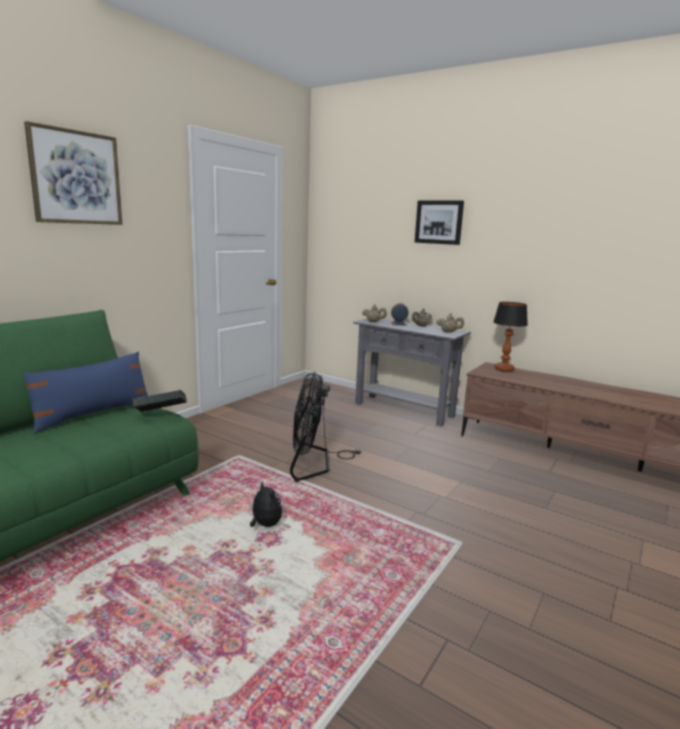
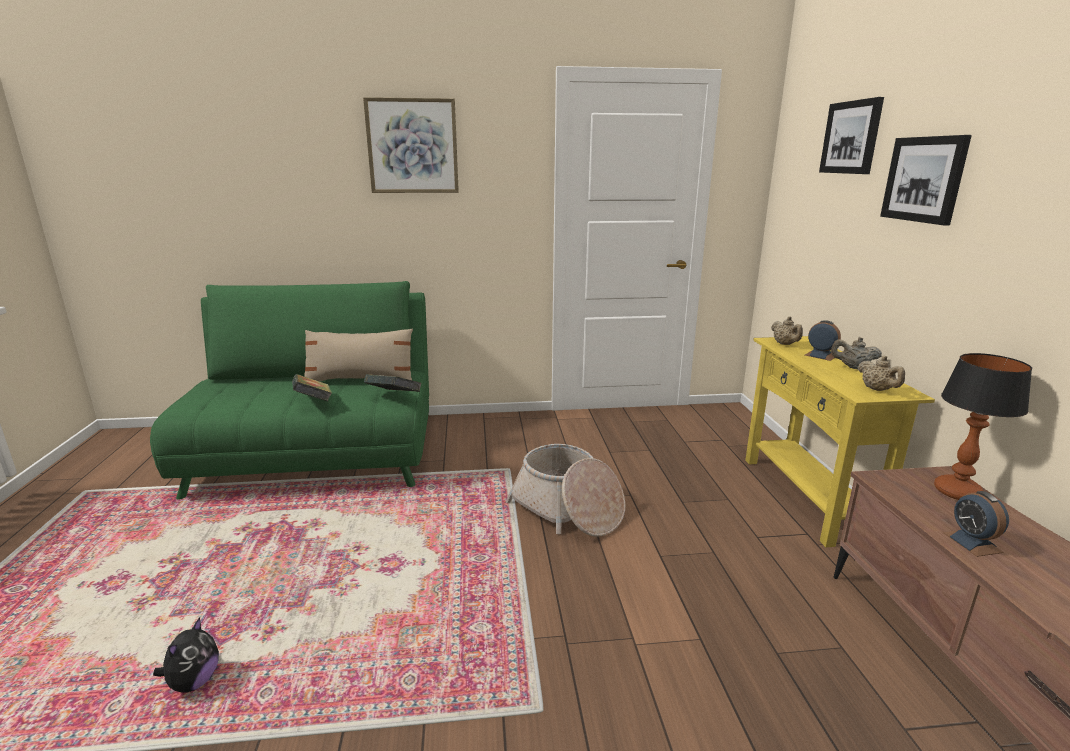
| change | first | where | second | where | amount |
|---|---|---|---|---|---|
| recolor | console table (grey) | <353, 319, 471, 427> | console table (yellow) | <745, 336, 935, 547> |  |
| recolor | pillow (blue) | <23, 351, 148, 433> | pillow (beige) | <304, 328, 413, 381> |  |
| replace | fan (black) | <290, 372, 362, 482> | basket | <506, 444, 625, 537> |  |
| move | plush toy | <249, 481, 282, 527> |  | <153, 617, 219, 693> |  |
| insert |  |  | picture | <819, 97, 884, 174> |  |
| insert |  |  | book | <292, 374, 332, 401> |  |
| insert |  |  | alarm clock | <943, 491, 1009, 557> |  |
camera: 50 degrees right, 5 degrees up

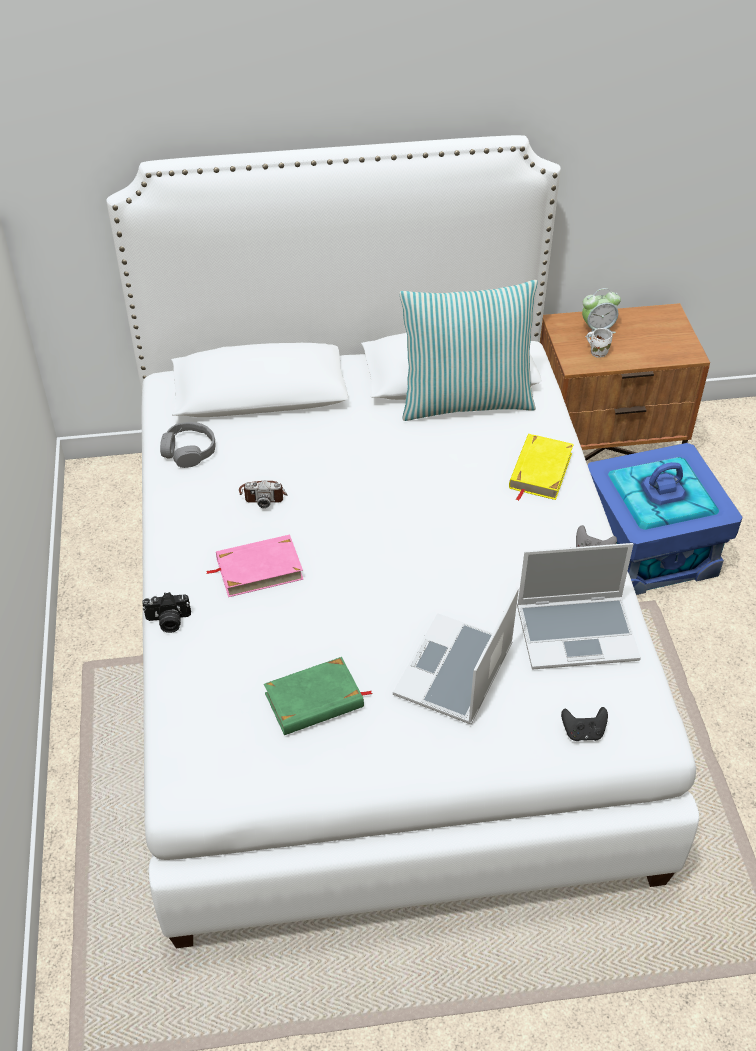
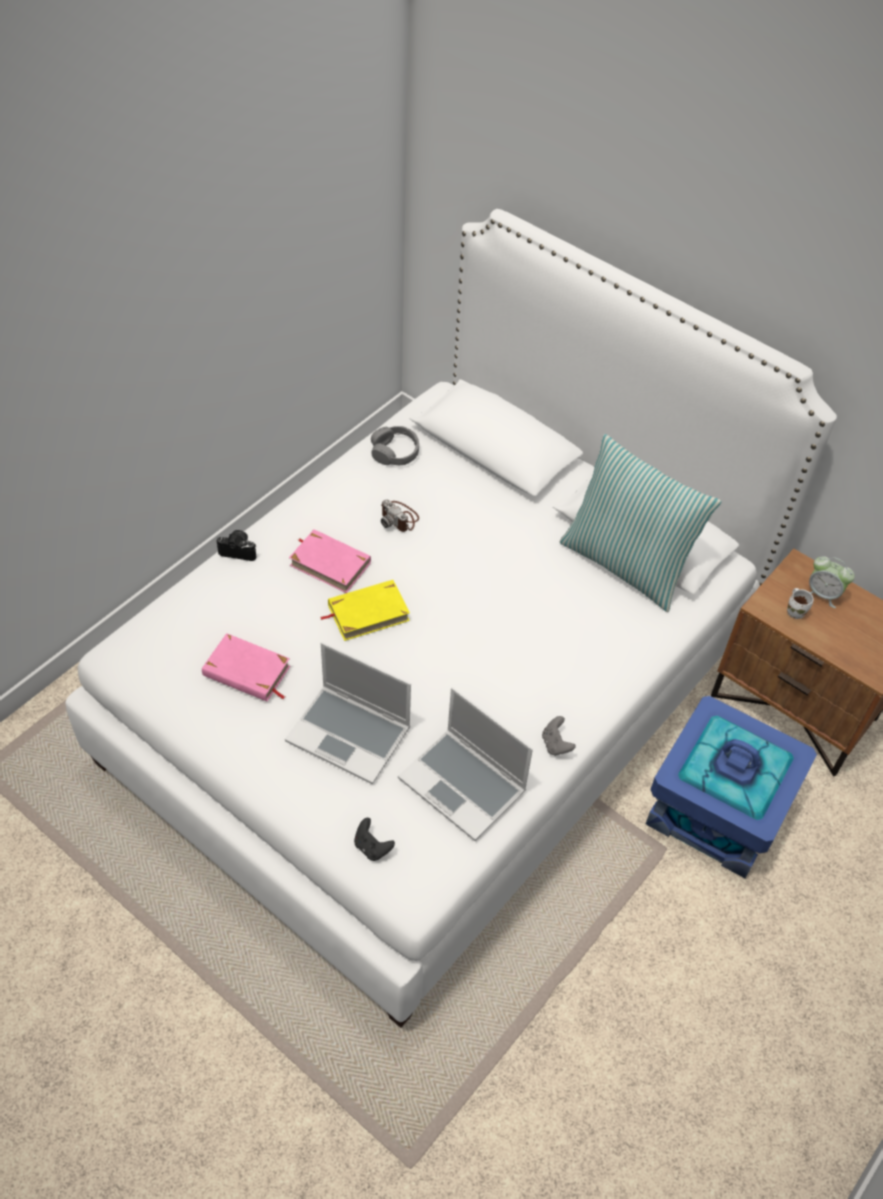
| change | first | where | second | where | amount |
|---|---|---|---|---|---|
| move | book (yellow) | <509, 434, 574, 501> |  | <320, 580, 410, 641> |  |
| rotate | laptop | <393, 587, 519, 725> |  | <285, 642, 411, 784> | 135 degrees counterclockwise |
| rotate | photo camera | <143, 592, 191, 633> |  | <217, 530, 256, 561> | 150 degrees clockwise |
| recolor | book (green) | <264, 657, 373, 735> | book (pink) | <202, 633, 290, 702> |  |
camera: 45 degrees right, 5 degrees up

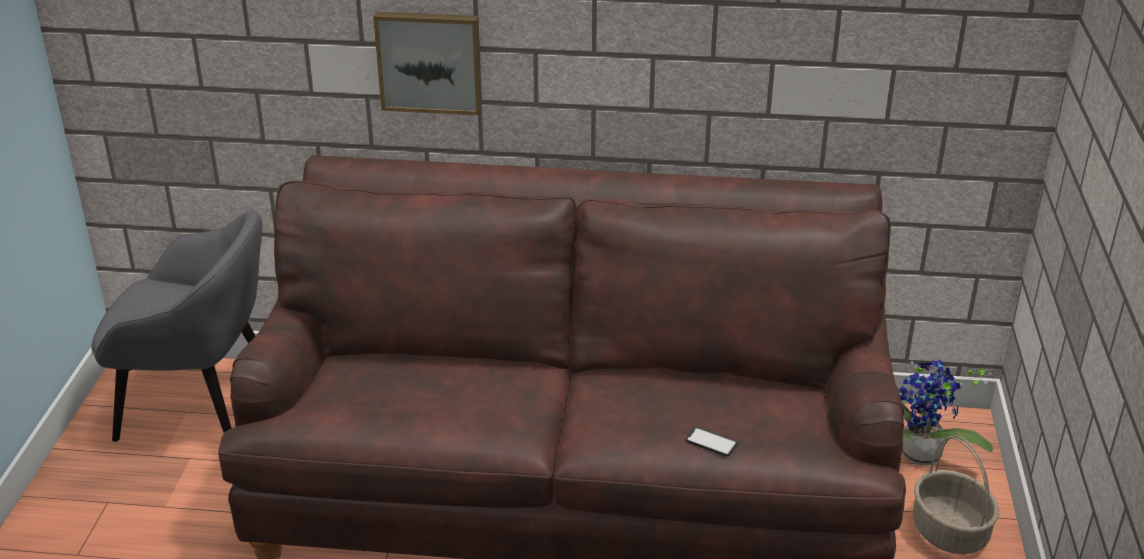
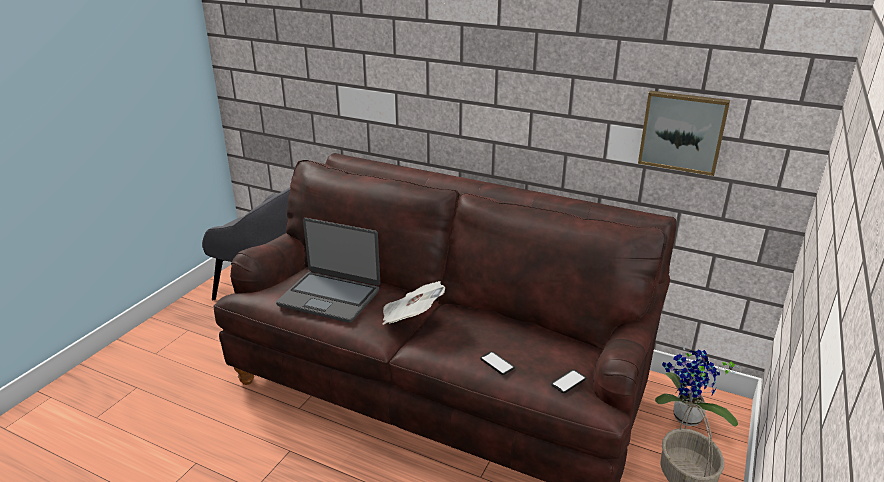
| change | first | where | second | where | amount |
|---|---|---|---|---|---|
| move | picture | <373, 12, 482, 115> |  | <638, 91, 730, 176> |  |
| insert |  |  | laptop | <276, 218, 380, 323> |  |
| insert |  |  | newspaper | <383, 281, 445, 325> |  |
| insert |  |  | phone | <551, 369, 586, 393> |  |
camera: 20 degrees right, 5 degrees down

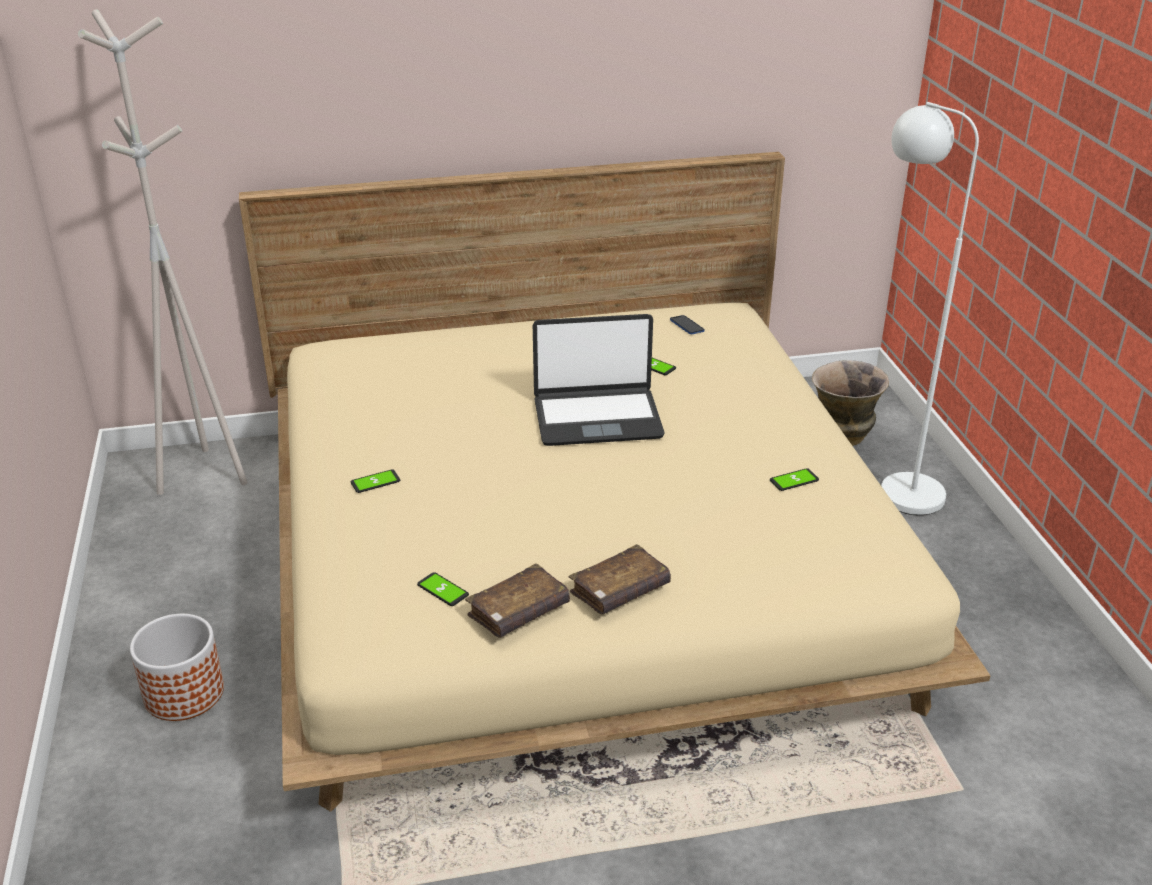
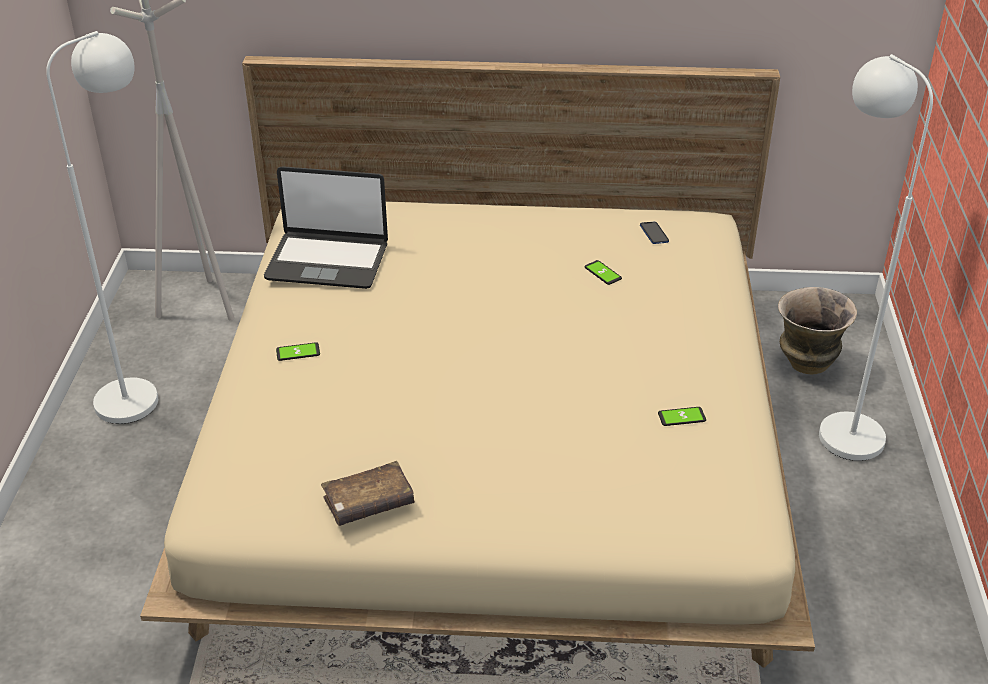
| change | first | where | second | where | amount |
|---|---|---|---|---|---|
| move | laptop | <533, 314, 665, 446> |  | <264, 166, 388, 289> |  |
| delete | book (brown) | <569, 544, 671, 615> |  |  |  |
| delete | phone | <417, 572, 469, 606> |  |  |  |
| delete | planter | <130, 614, 224, 721> |  |  |  |
| insert |  |  | floor lamp (white) | <46, 31, 158, 424> |  |
camera: 15 degrees right, 5 degrees up

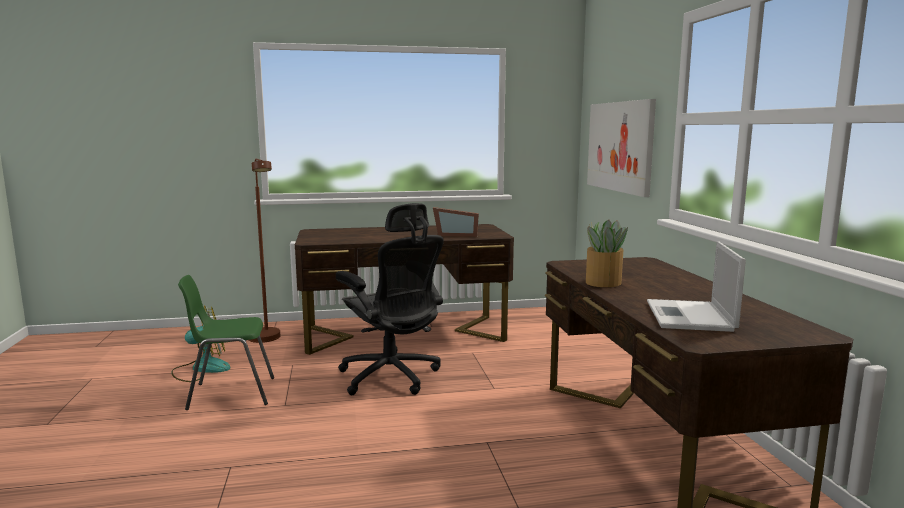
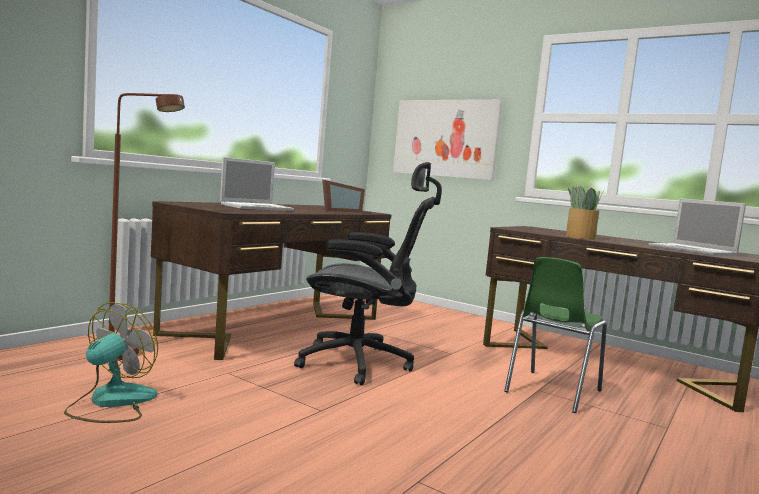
| change | first | where | second | where | amount |
|---|---|---|---|---|---|
| move | chair (green) | <178, 275, 274, 410> |  | <504, 257, 607, 413> |  |
| insert |  |  | laptop | <220, 157, 294, 211> |  |
camera: 45 degrees left, 5 degrees down

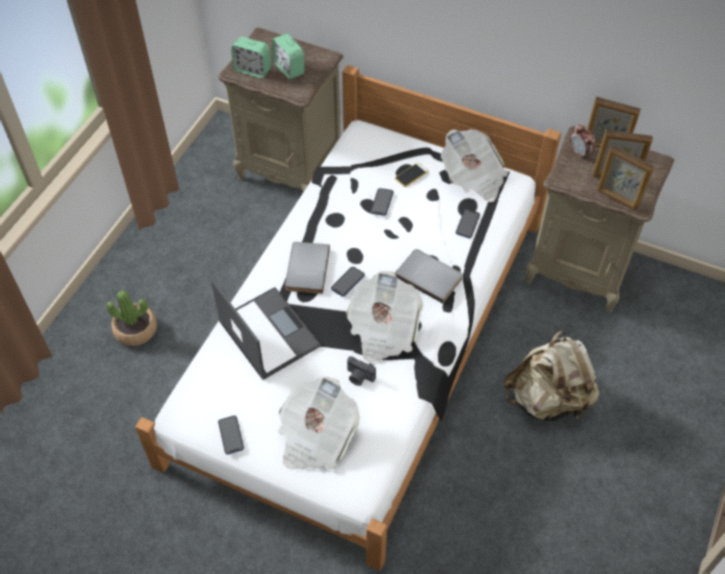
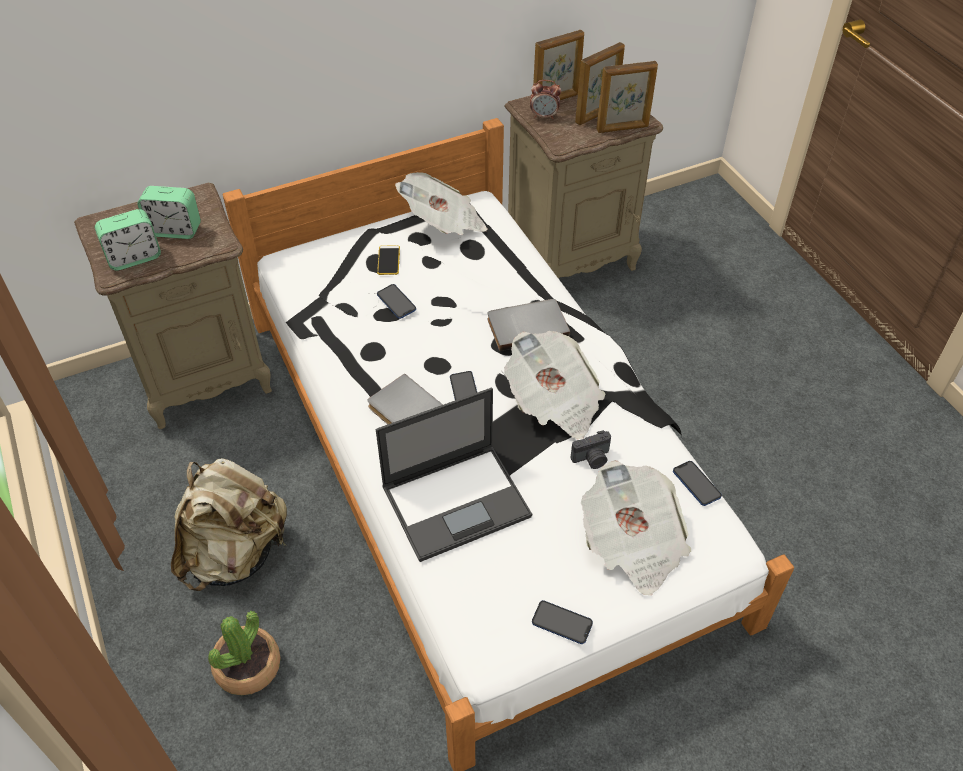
| change | first | where | second | where | amount |
|---|---|---|---|---|---|
| move | phone | <456, 209, 480, 238> |  | <673, 461, 722, 506> |  |
| rotate | laptop | <211, 279, 321, 380> |  | <376, 388, 532, 562> | 150 degrees clockwise |
| move | backpack (beige) | <504, 330, 600, 421> |  | <171, 458, 287, 591> |  |
camera: 50 degrees left, 5 degrees down

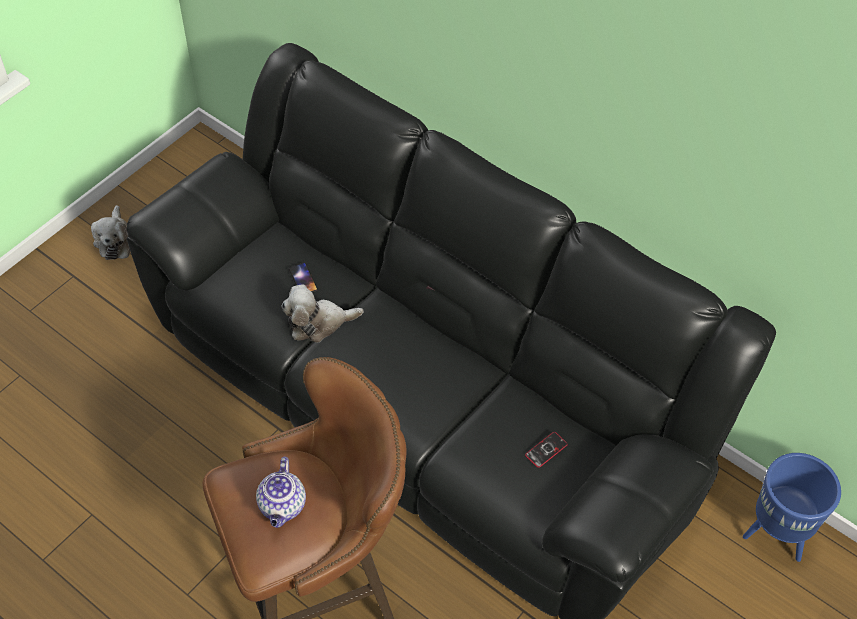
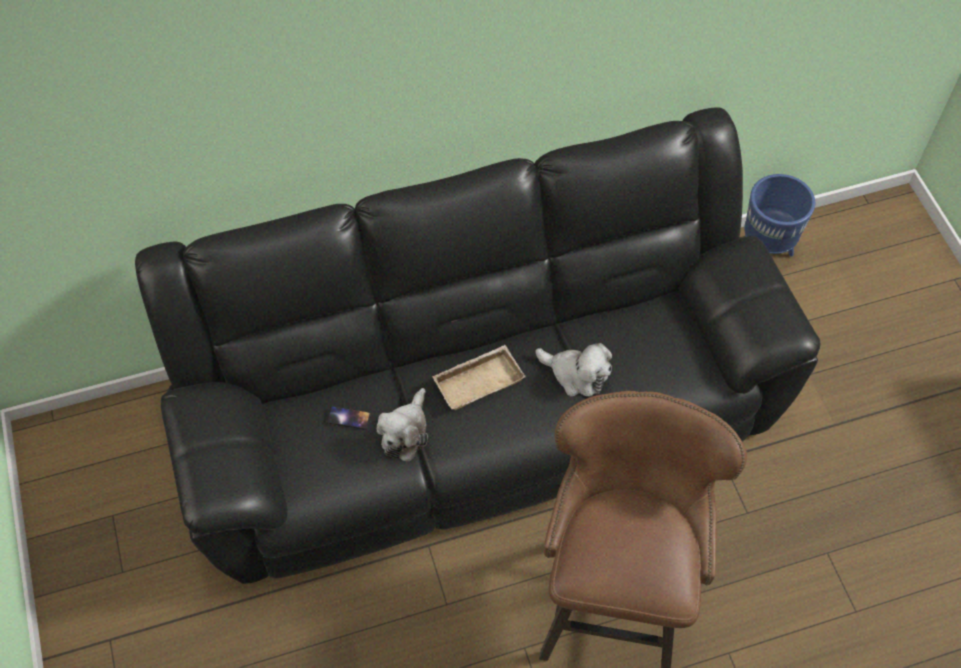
| change | first | where | second | where | amount |
|---|---|---|---|---|---|
| move | plush toy | <91, 205, 130, 260> |  | <535, 343, 612, 397> |  |
| delete | phone | <525, 432, 568, 468> |  |  |  |
| delete | teapot | <256, 457, 306, 528> |  |  |  |
| insert |  |  | tray (beige) | <432, 345, 526, 410> |  |
camera: 55 degrees left, 5 degrees up

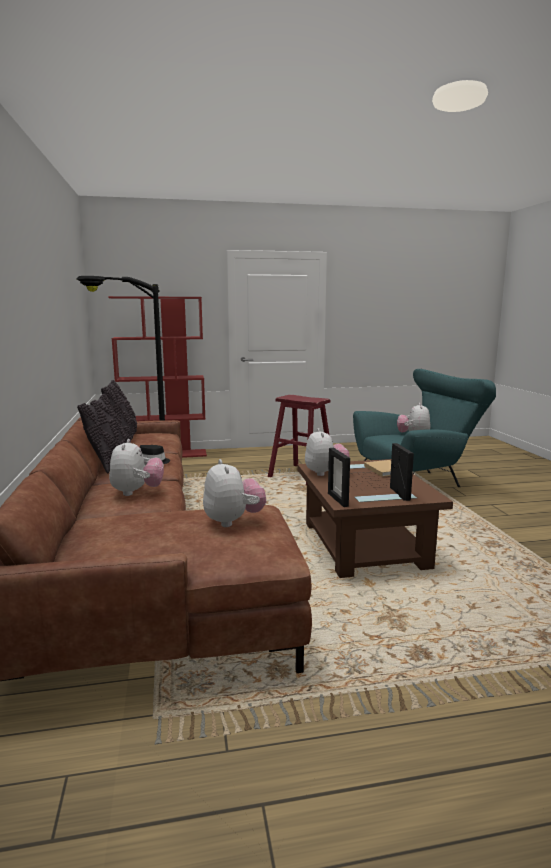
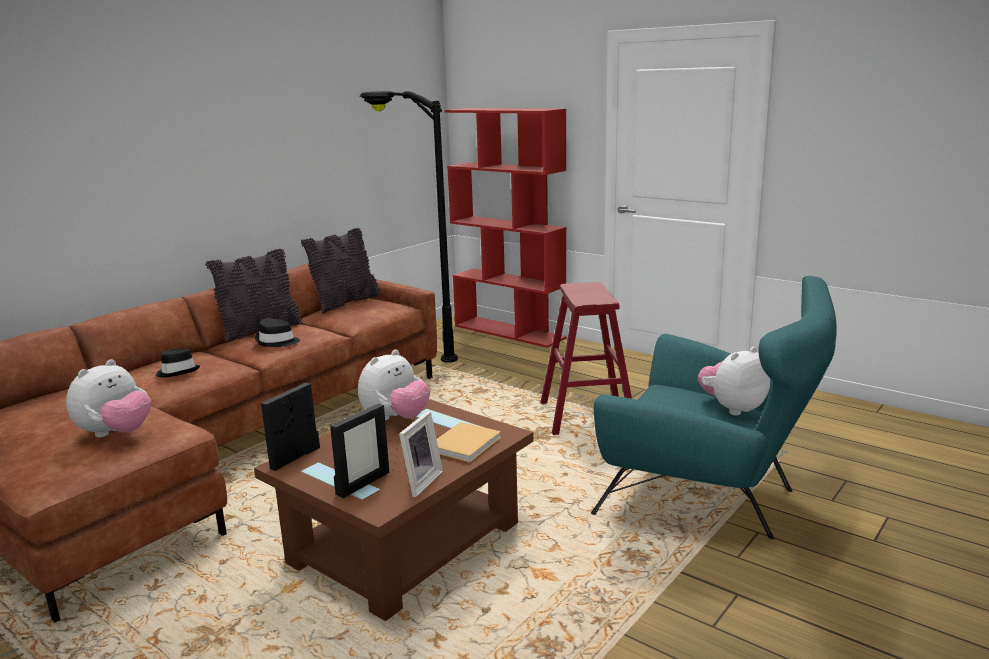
| change | first | where | second | where | amount |
|---|---|---|---|---|---|
| replace | plush toy | <109, 439, 164, 496> | hat (black) | <156, 348, 200, 377> |  |
| insert |  |  | picture frame | <399, 411, 443, 497> |  |
camera: 50 degrees right, 5 degrees up

